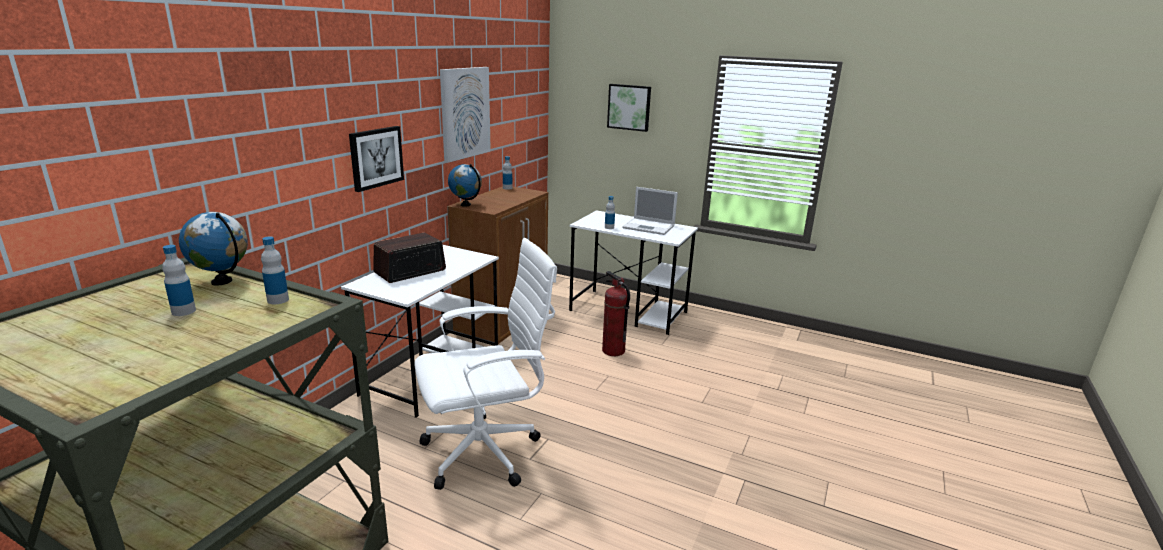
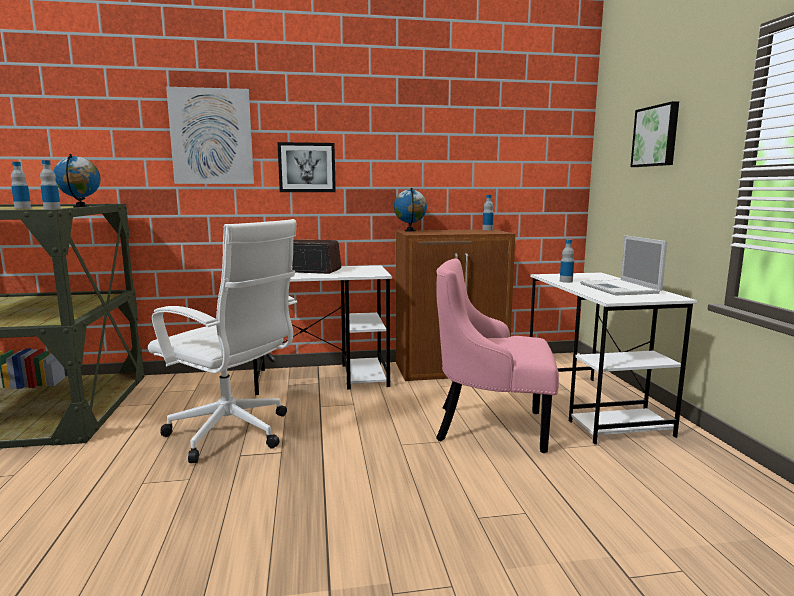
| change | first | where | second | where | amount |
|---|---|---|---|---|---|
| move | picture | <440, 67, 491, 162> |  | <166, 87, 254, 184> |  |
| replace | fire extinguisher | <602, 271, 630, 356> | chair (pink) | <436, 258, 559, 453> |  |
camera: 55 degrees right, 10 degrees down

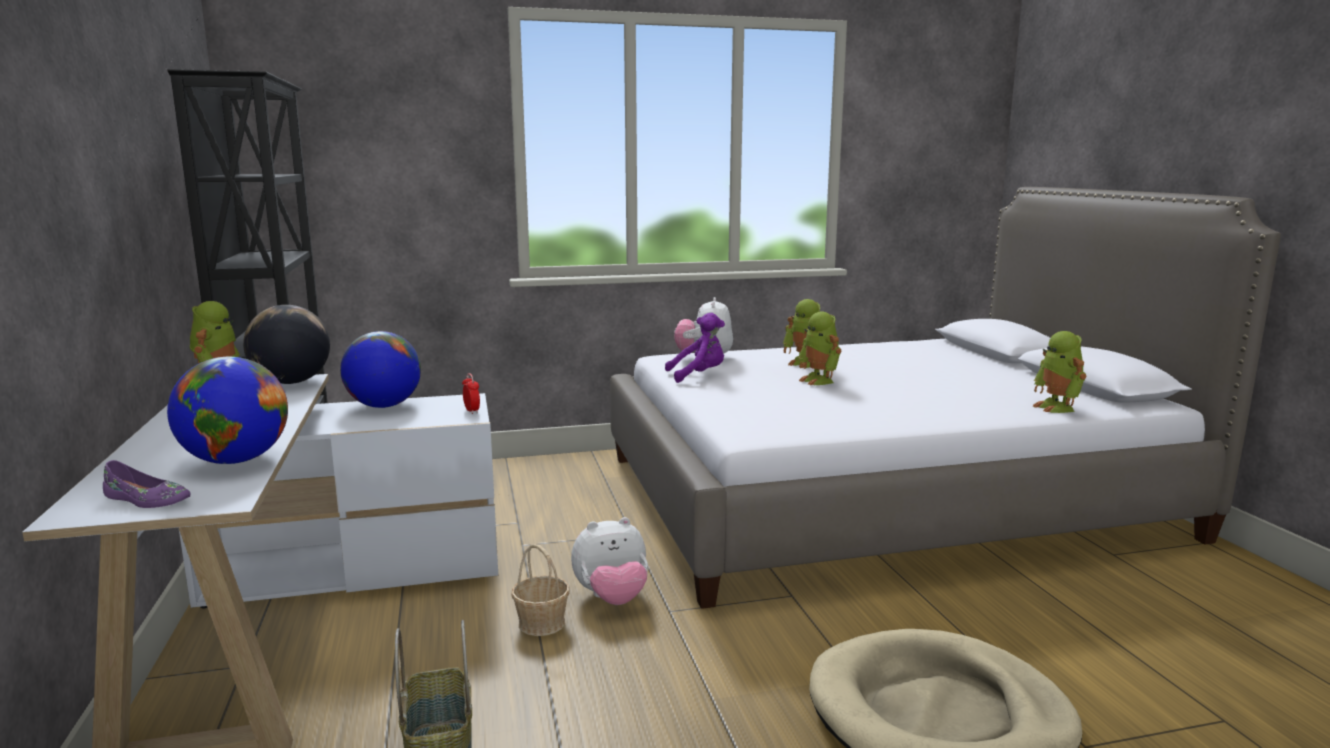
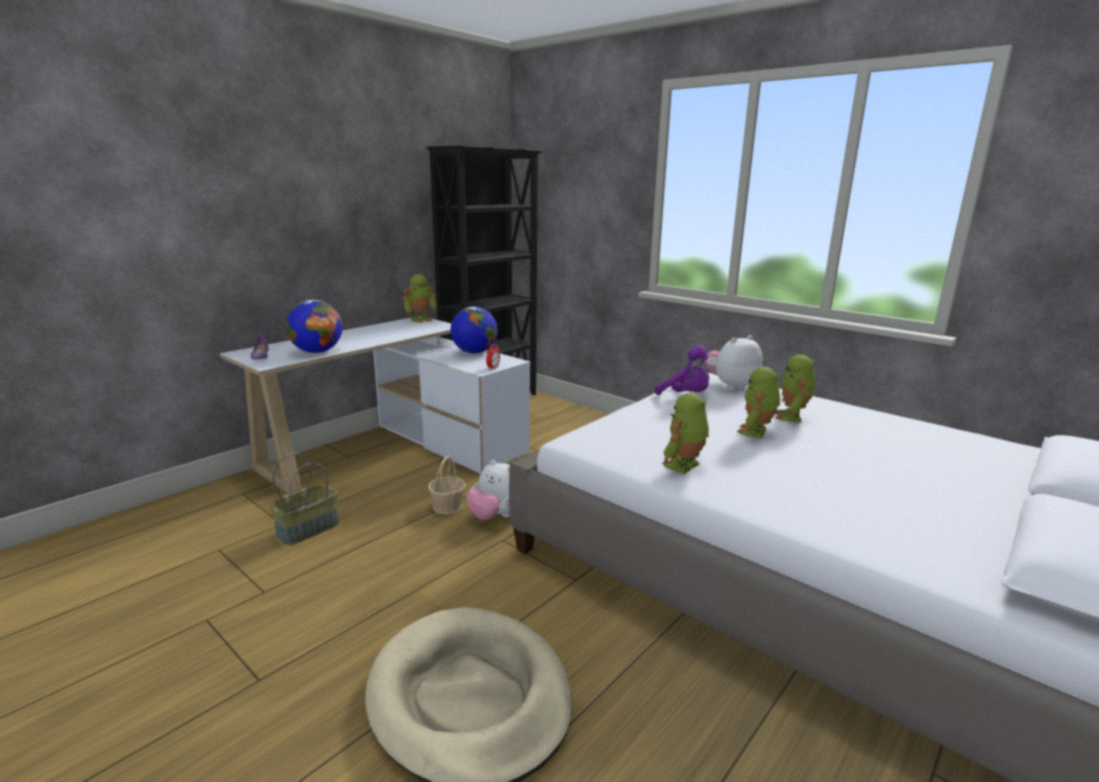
| change | first | where | second | where | amount |
|---|---|---|---|---|---|
| delete | globe | <243, 305, 330, 384> |  |  |  |
| move | toy robot | <1033, 331, 1086, 413> |  | <662, 393, 709, 474> |  |
camera: 55 degrees right, 5 degrees up

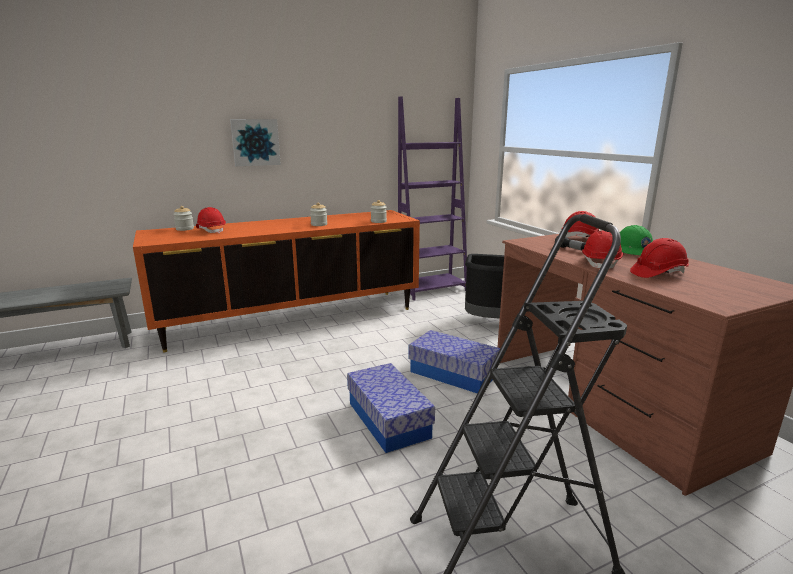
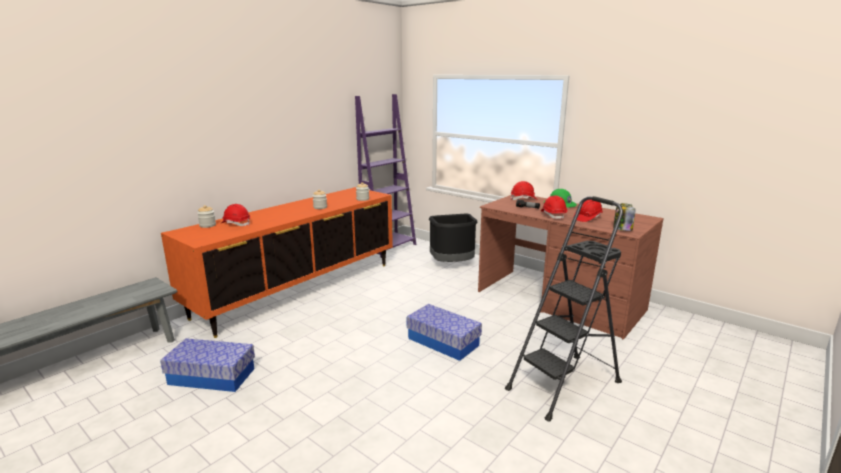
| change | first | where | second | where | amount |
|---|---|---|---|---|---|
| delete | picture | <230, 119, 281, 166> |  |  |  |
| move | storage box | <408, 330, 501, 393> |  | <160, 338, 255, 392> |  |
| insert |  |  | jar | <613, 203, 635, 231> |  |
camera: 25 degrees left, 0 degrees up

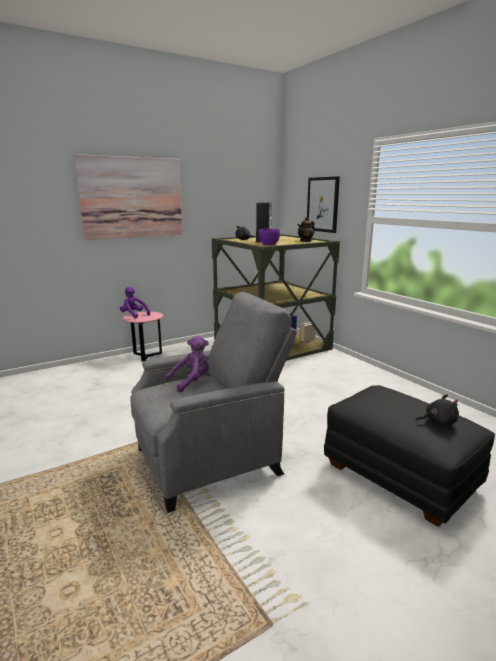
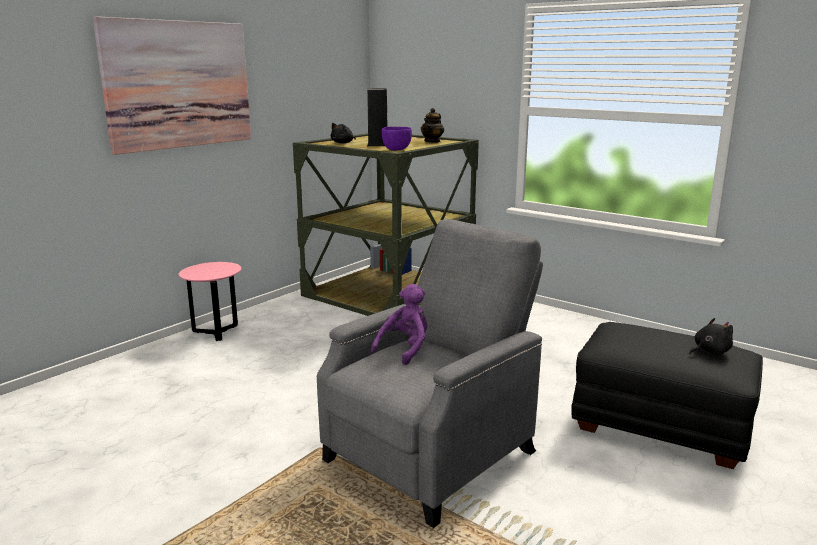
| change | first | where | second | where | amount |
|---|---|---|---|---|---|
| delete | picture | <307, 176, 340, 233> |  |  |  |
| delete | plush toy (purple) | <120, 287, 150, 318> |  |  |  |
camera: 20 degrees left, 0 degrees up

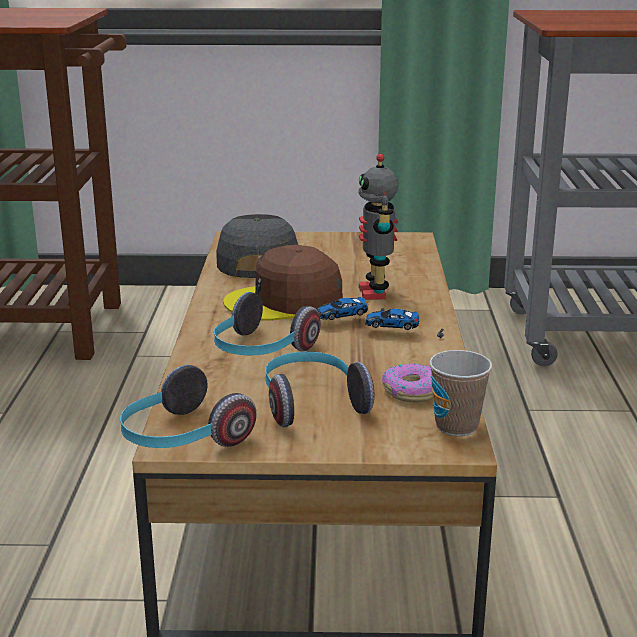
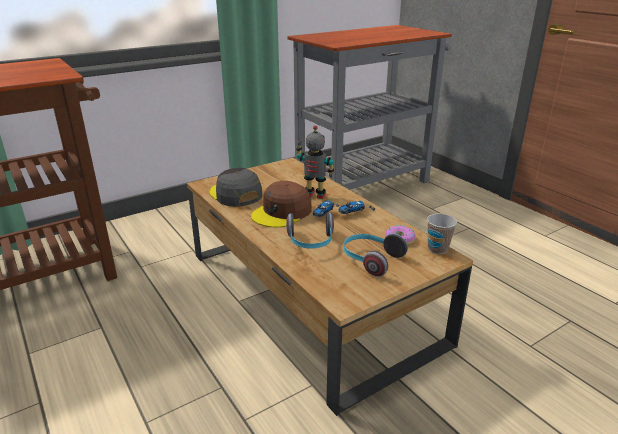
| change | first | where | second | where | amount |
|---|---|---|---|---|---|
| rotate | toy robot | <358, 154, 398, 300> |  | <296, 126, 334, 199> | 150 degrees clockwise |
| delete | headphones | <120, 365, 257, 448> |  |  |  |
camera: 35 degrees left, 5 degrees up

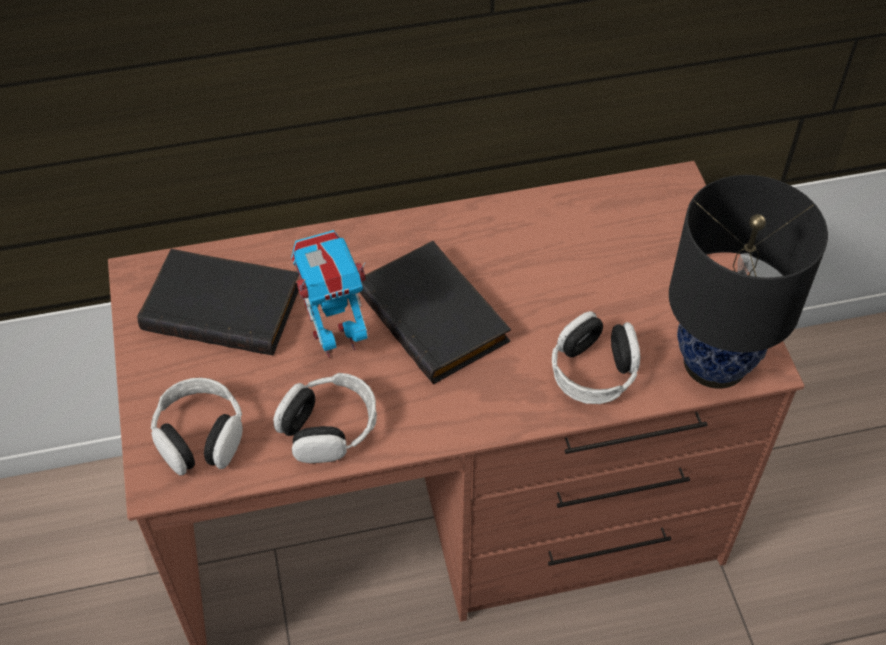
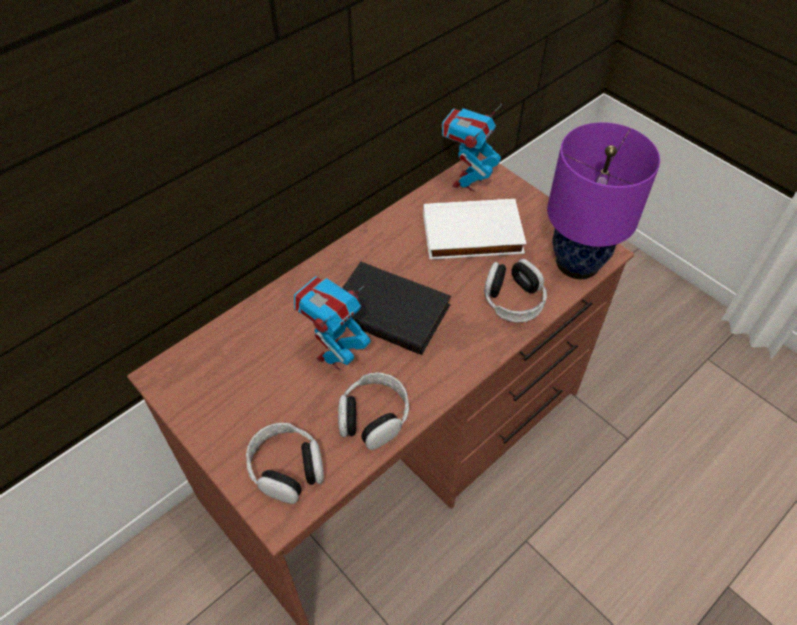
| change | first | where | second | where | amount |
|---|---|---|---|---|---|
| recolor | table lamp (black) | <669, 175, 828, 389> | table lamp (purple) | <547, 122, 660, 279> |  |
| delete | book (black) | <137, 249, 299, 356> |  |  |  |
| insert |  |  | toy robot | <441, 104, 502, 191> |  |
| insert |  |  | book (white) | <423, 199, 526, 260> |  |
camera: 30 degrees left, 0 degrees up

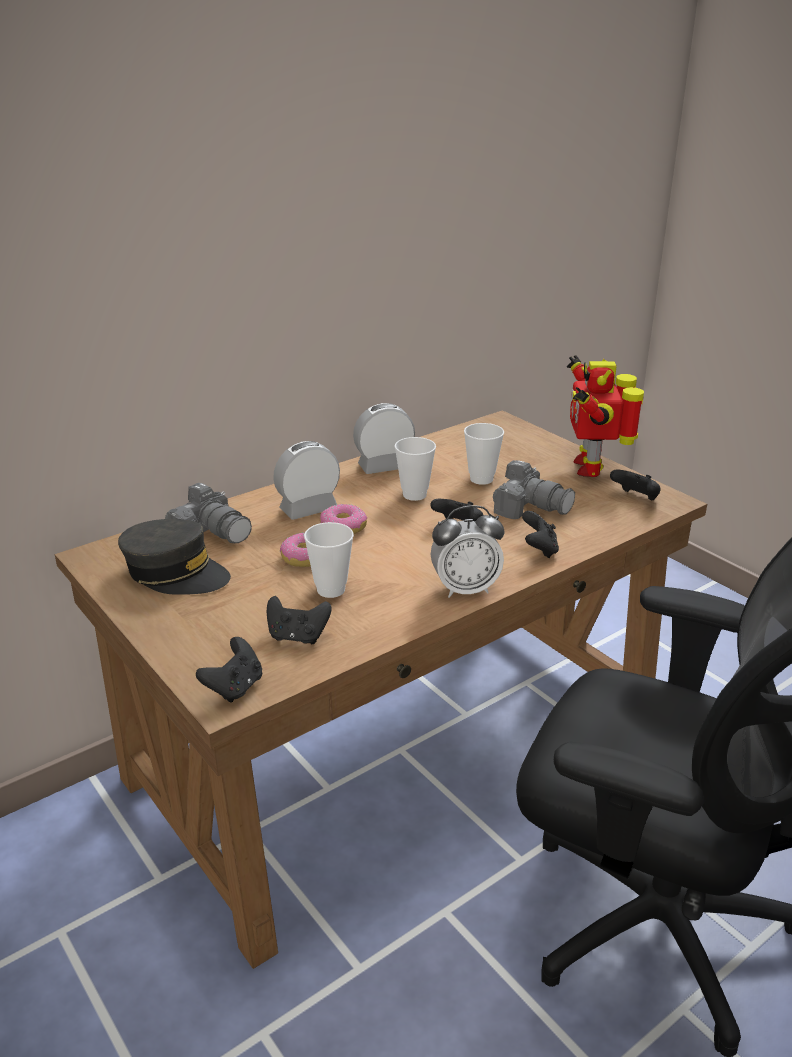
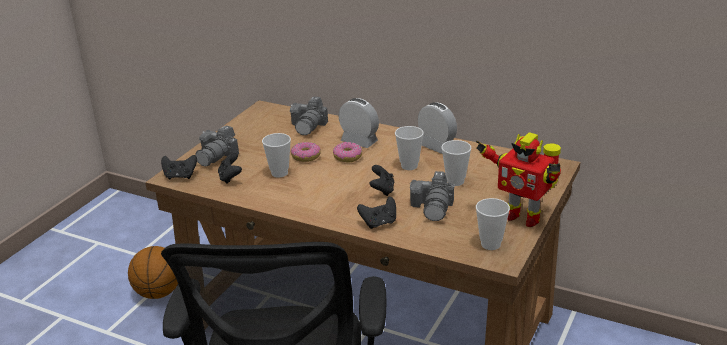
| change | first | where | second | where | amount |
|---|---|---|---|---|---|
| rotate | toy robot | <567, 355, 644, 477> |  | <476, 132, 561, 227> | 120 degrees counterclockwise |
| replace | game controller (black) | <610, 469, 661, 500> | cup | <476, 198, 510, 250> |  |
| delete | alarm clock | <431, 505, 505, 598> |  |  |  |
| delete | cap (grey) | <118, 519, 231, 595> |  |  |  |
| insert |  |  | photo camera | <195, 125, 239, 167> |  |
| insert |  |  | basketball | <128, 246, 178, 299> |  |
camera: 65 degrees right, 0 degrees up

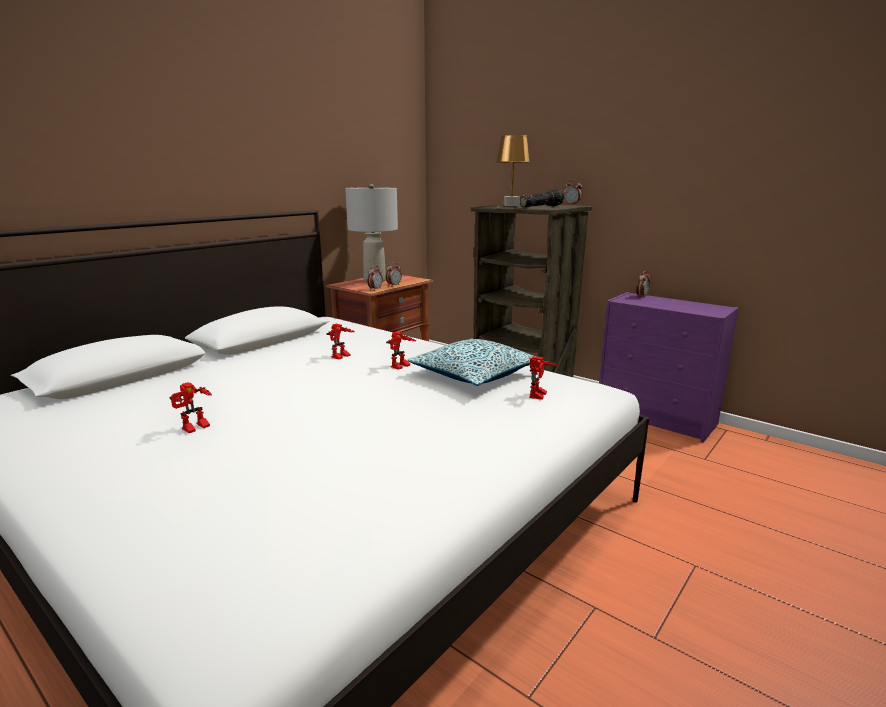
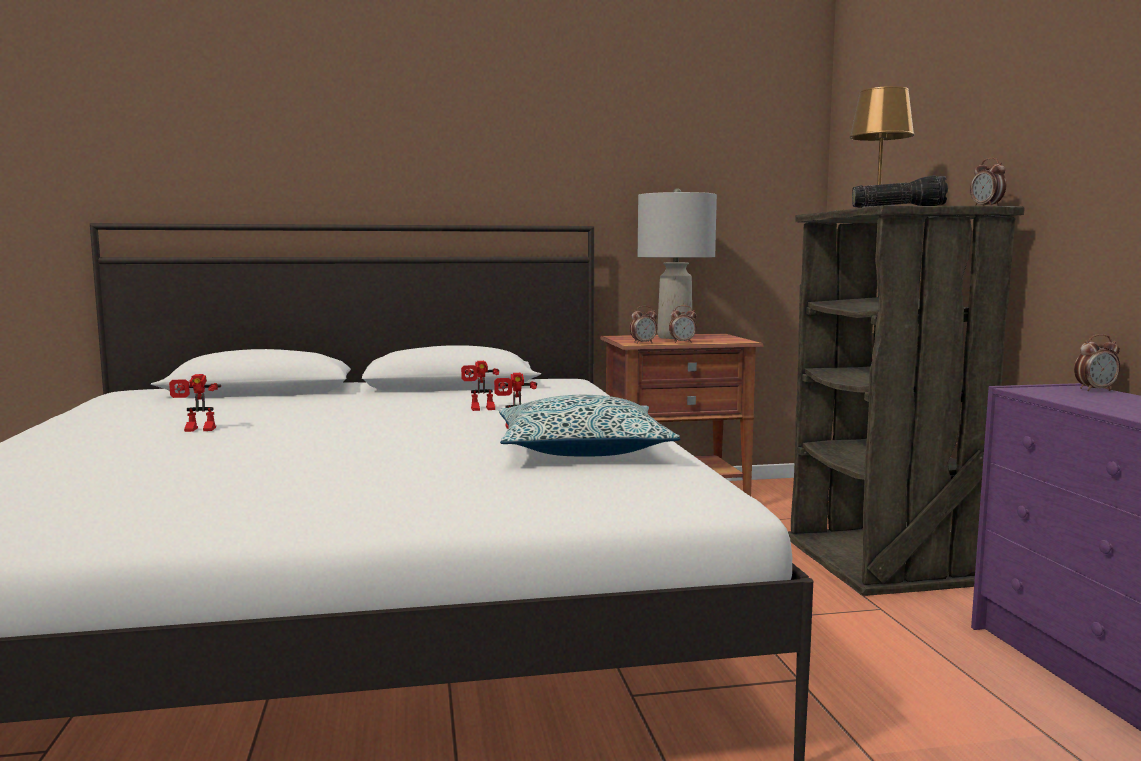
| change | first | where | second | where | amount |
|---|---|---|---|---|---|
| delete | toy robot | <529, 356, 557, 400> |  |  |  |
camera: 40 degrees right, 10 degrees down

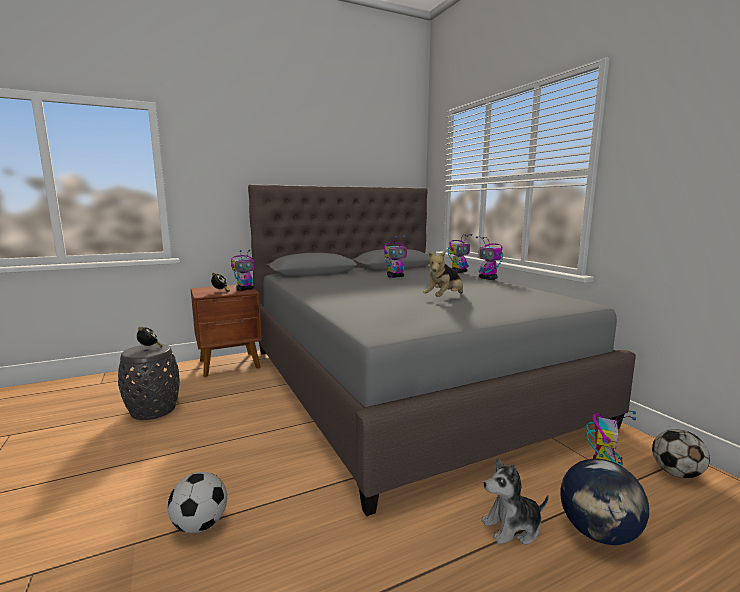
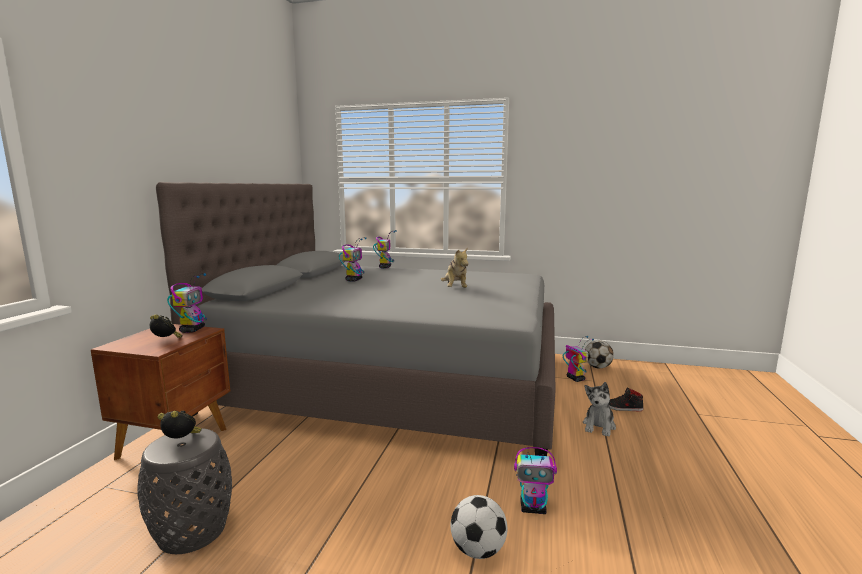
| change | first | where | second | where | amount |
|---|---|---|---|---|---|
| move | toy robot | <476, 236, 503, 280> |  | <514, 447, 557, 514> |  |
| replace | globe | <560, 459, 649, 545> | shoe (black) | <609, 387, 644, 411> |  |
camera: 50 degrees left, 0 degrees up

